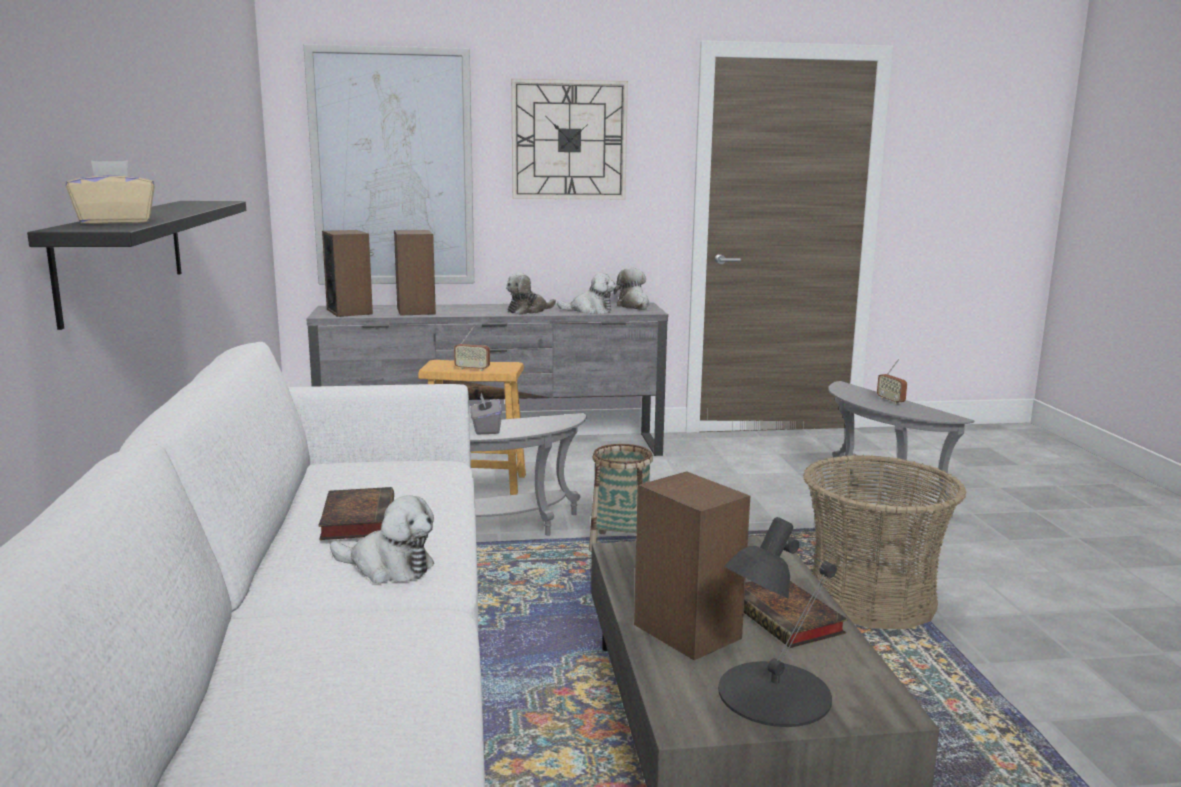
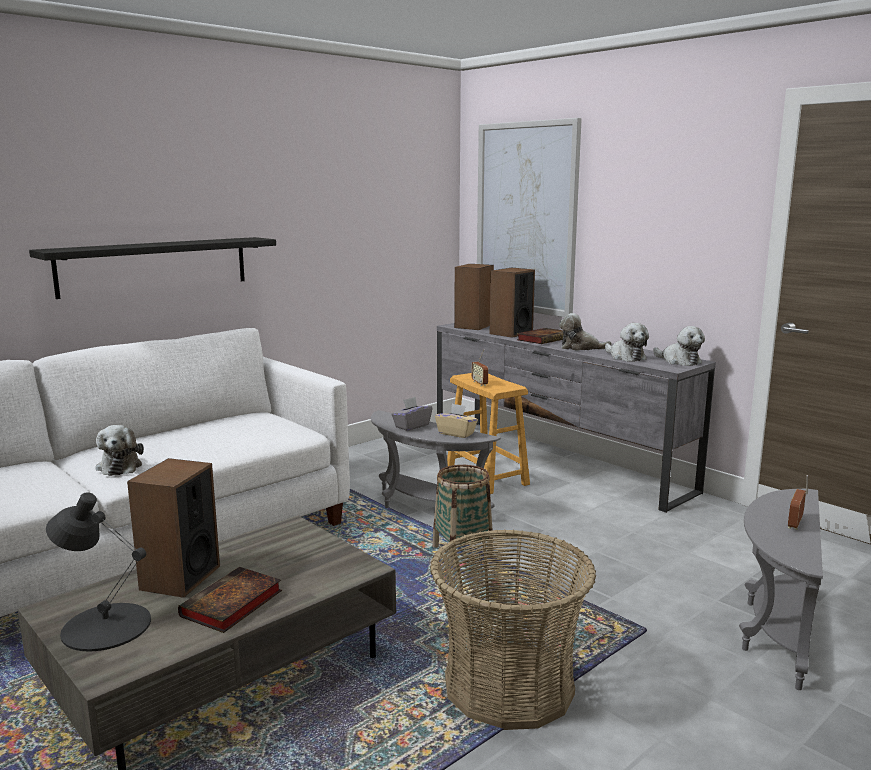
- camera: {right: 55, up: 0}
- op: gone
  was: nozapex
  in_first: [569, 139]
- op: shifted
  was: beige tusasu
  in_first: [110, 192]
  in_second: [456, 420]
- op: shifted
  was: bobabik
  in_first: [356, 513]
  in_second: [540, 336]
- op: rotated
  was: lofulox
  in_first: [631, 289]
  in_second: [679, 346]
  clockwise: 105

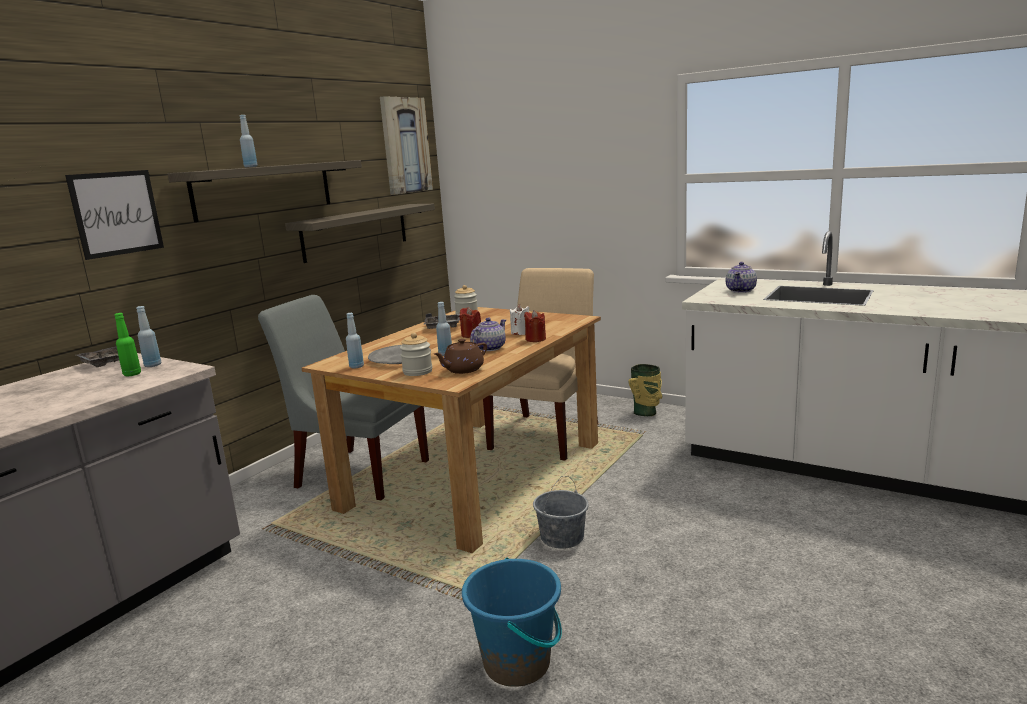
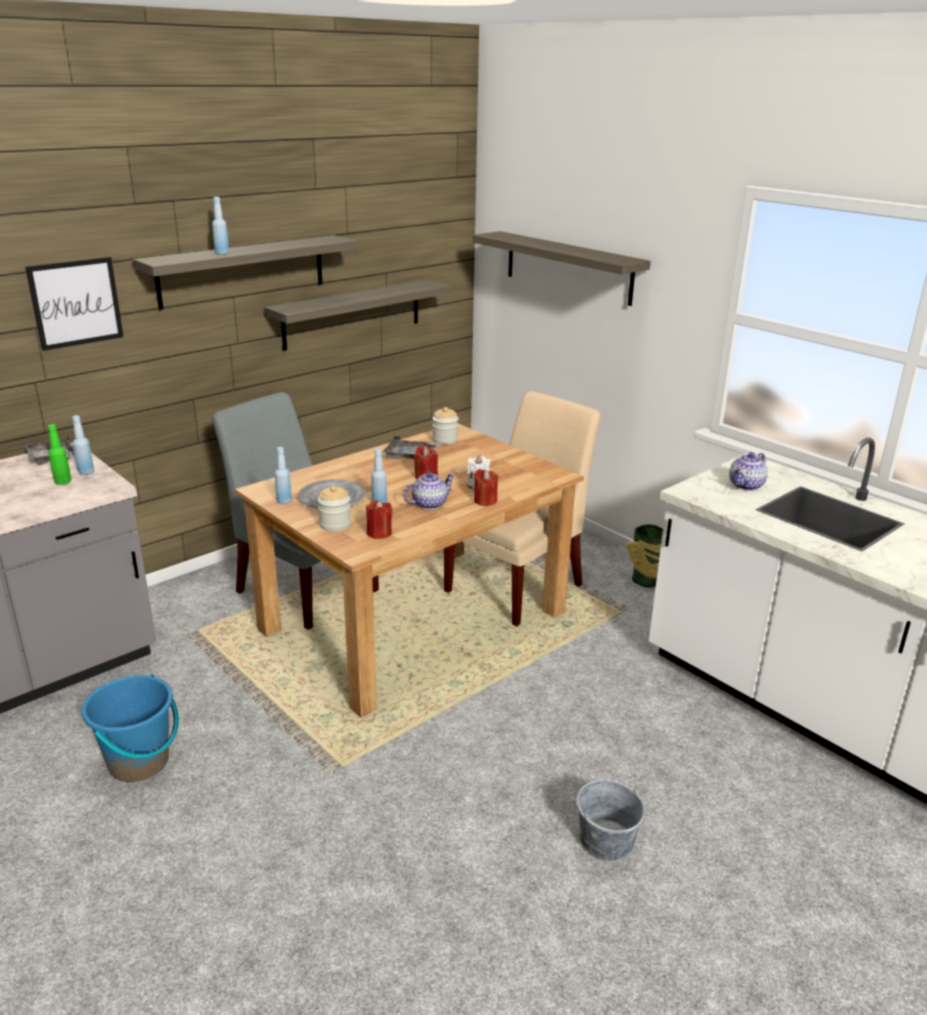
- camera: {right: 15, up: 10}
- op: gone
  was: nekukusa
  in_first: [406, 145]
- op: new
  now: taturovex
  in_second: [561, 268]
- op: shifted
  was: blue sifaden
  in_first: [512, 622]
  in_second: [130, 728]
- op: shifted
  was: grey sifaden
  in_first: [560, 512]
  in_second: [611, 818]
- op: swapped
  was: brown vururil
  now: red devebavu
  in_first: [460, 356]
  in_second: [379, 519]

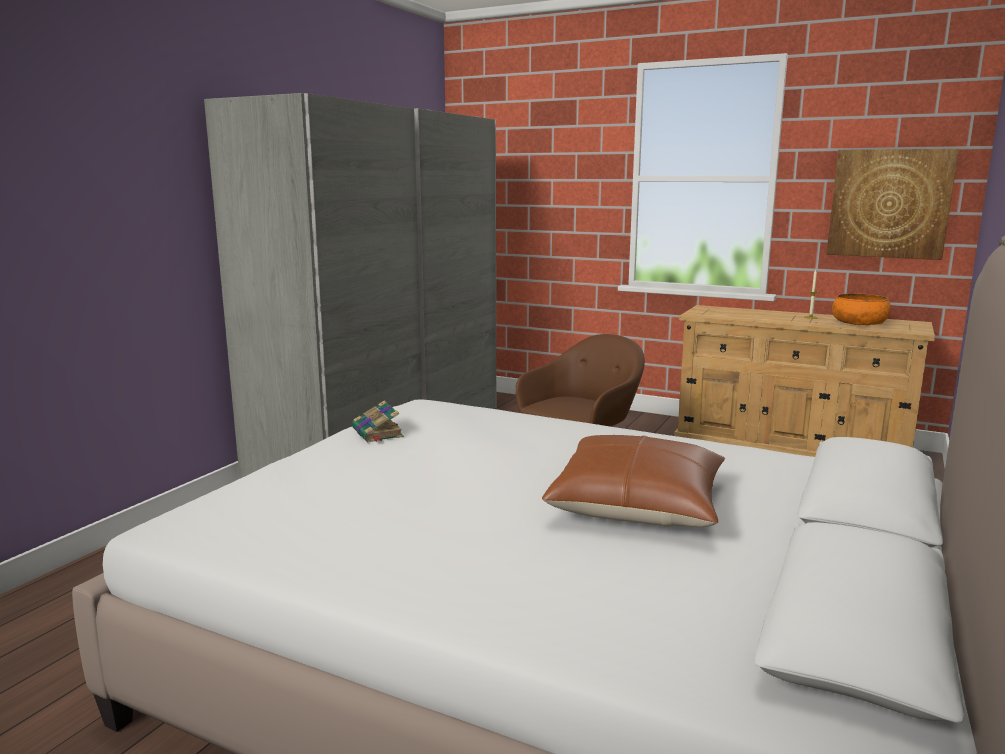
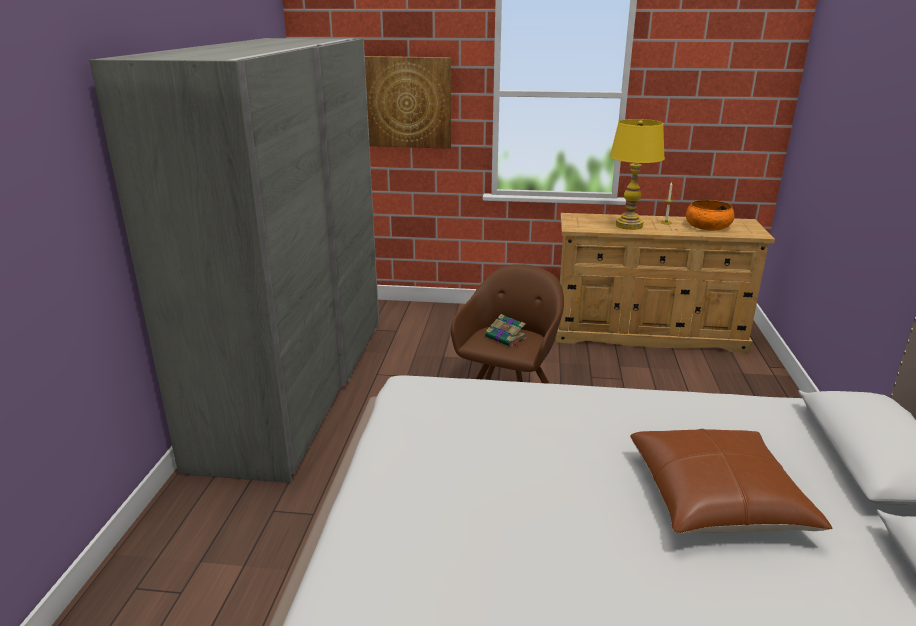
- camera: {right: -20, up: 10}
- op: new
  now: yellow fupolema
  in_second: [637, 174]
- op: shifted
  was: bobabik
  in_first: [378, 421]
  in_second: [506, 330]
- op: shifted
  was: nekukusa
  in_first: [892, 204]
  in_second: [408, 102]

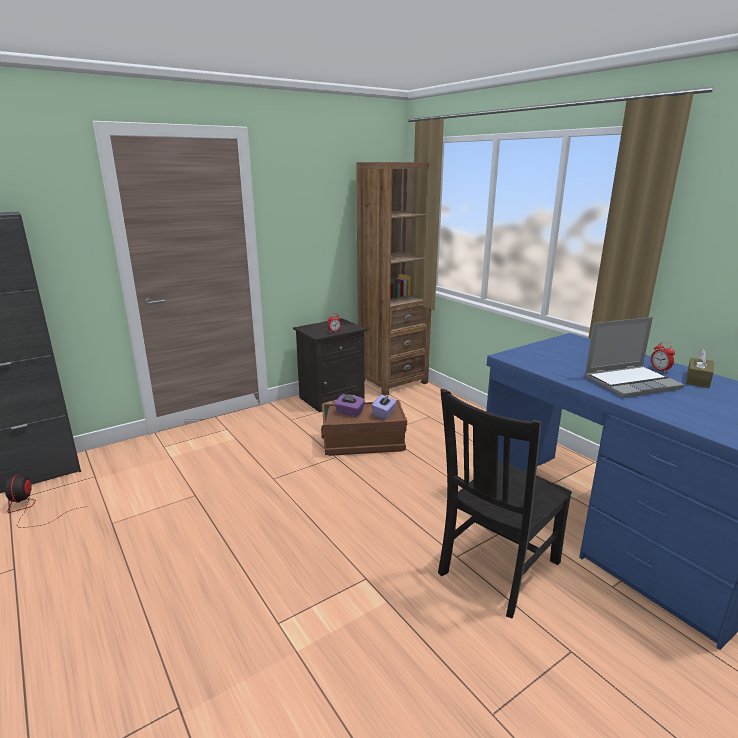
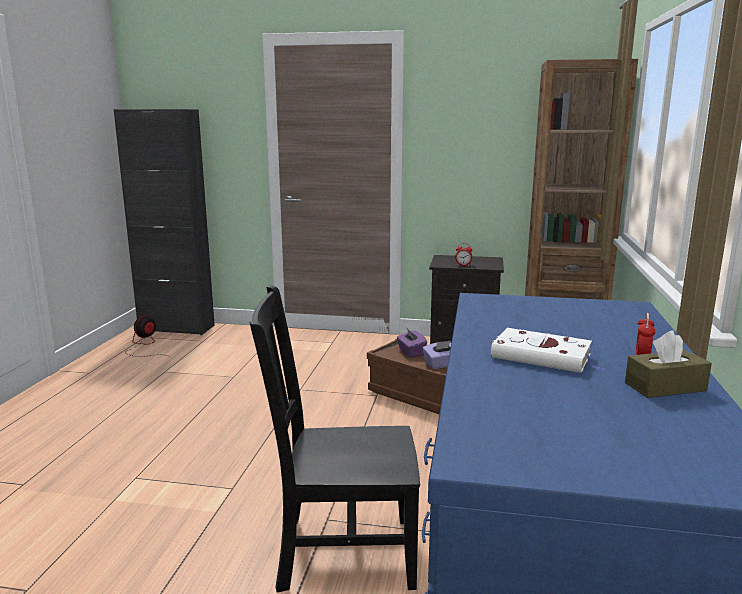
- camera: {right: 45, up: -5}
- op: swapped
  was: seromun
  now: white bobabik
  in_first: [634, 357]
  in_second: [547, 350]

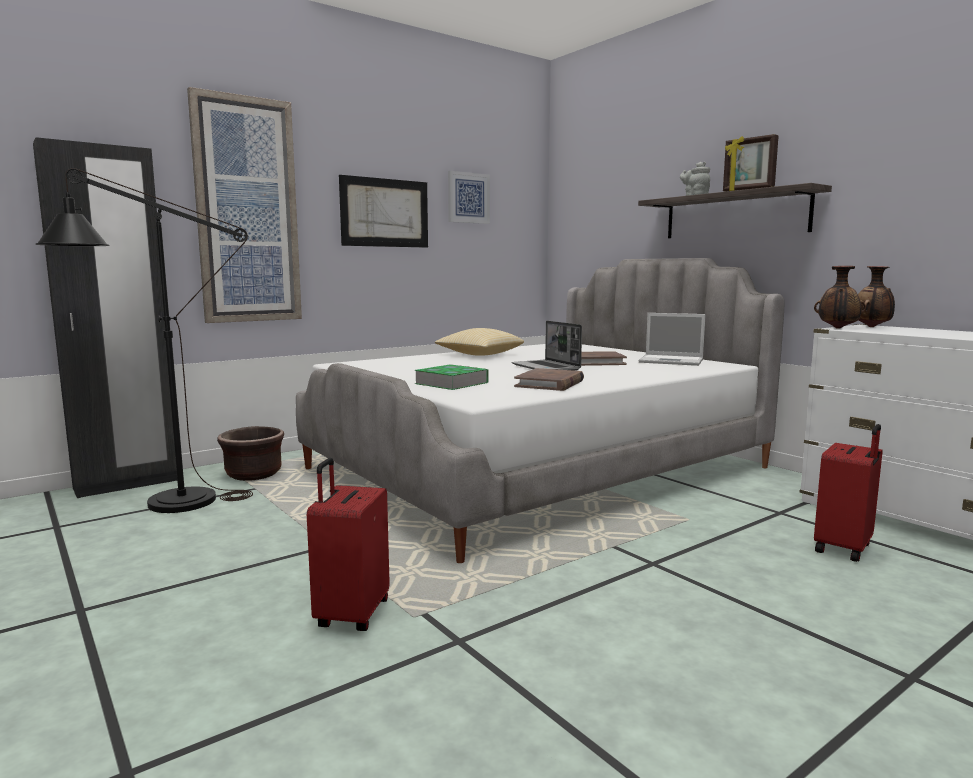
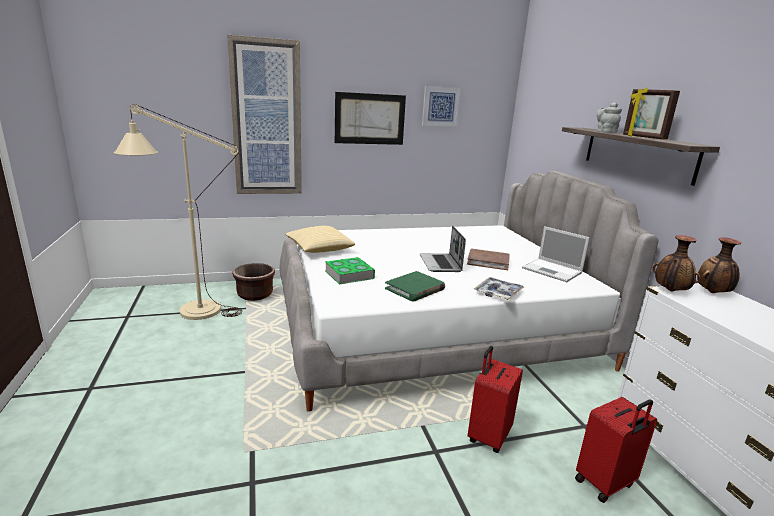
- camera: {right: 20, up: 10}
- op: gone
  was: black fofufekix
  in_first: [105, 317]
- op: new
  now: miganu
  in_second: [499, 288]
- op: shifted
  was: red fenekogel
  in_first: [348, 544]
  in_second: [495, 399]
- op: shifted
  was: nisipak
  in_first: [479, 342]
  in_second: [320, 239]
- op: repainted
  was: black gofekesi
  now: beige gofekesi
  in_first: [144, 340]
  in_second: [178, 212]
- op: repainted
  was: brown bobabik
  now: green bobabik
  in_first: [549, 379]
  in_second: [415, 286]

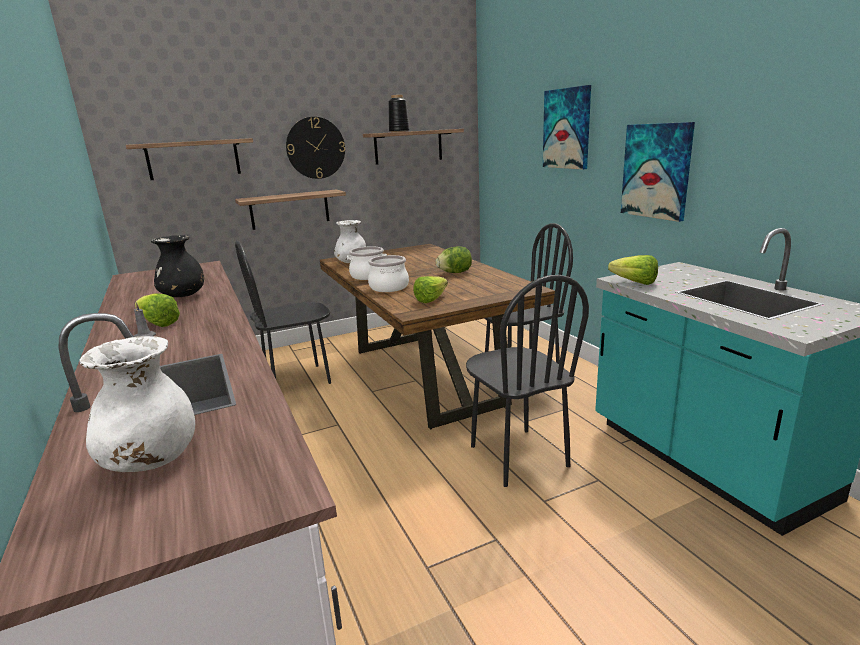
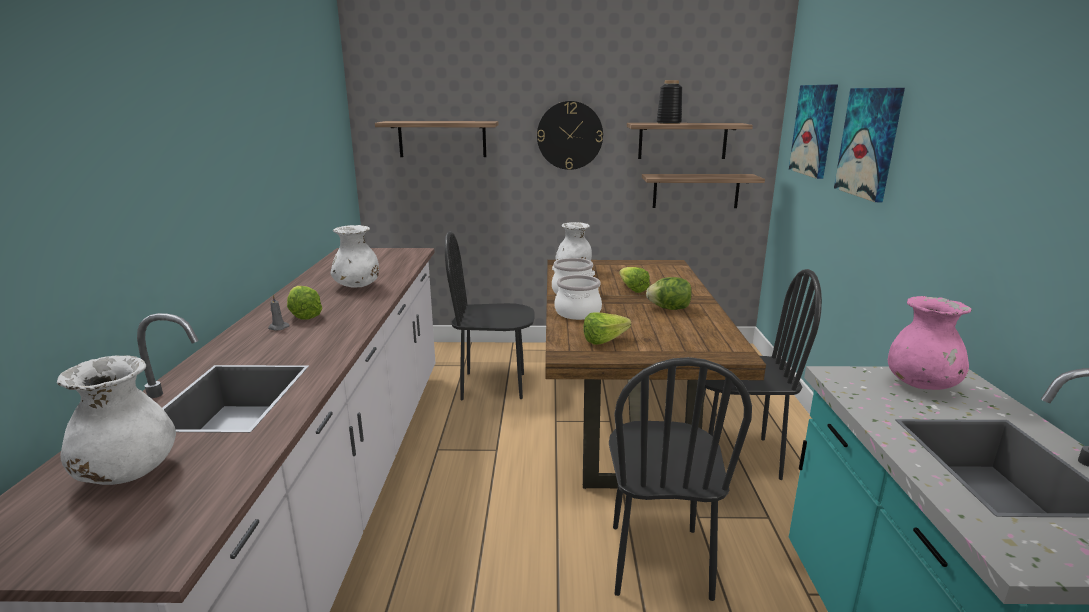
- camera: {right: 25, up: 0}
- op: new
  now: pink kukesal
  in_second: [930, 343]
- op: shifted
  was: taturovex
  in_first: [290, 209]
  in_second: [703, 191]
- op: shifted
  was: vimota
  in_first: [633, 270]
  in_second: [634, 280]
- op: shifted
  was: nekukusa
  in_first: [658, 172]
  in_second: [813, 132]
- op: repainted
  was: black kukesal
  now: white kukesal
  in_first: [177, 266]
  in_second: [355, 256]

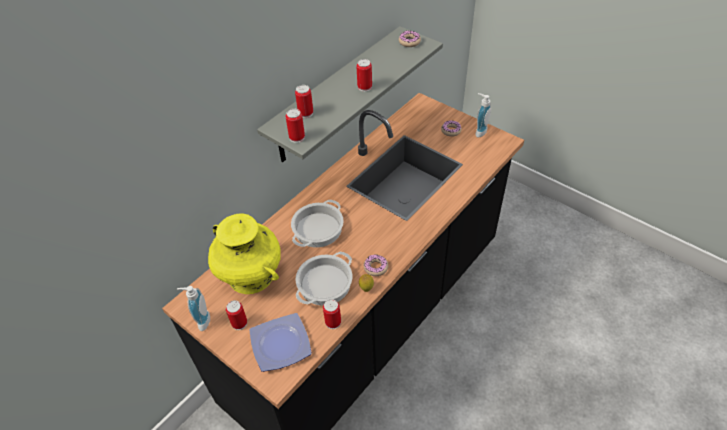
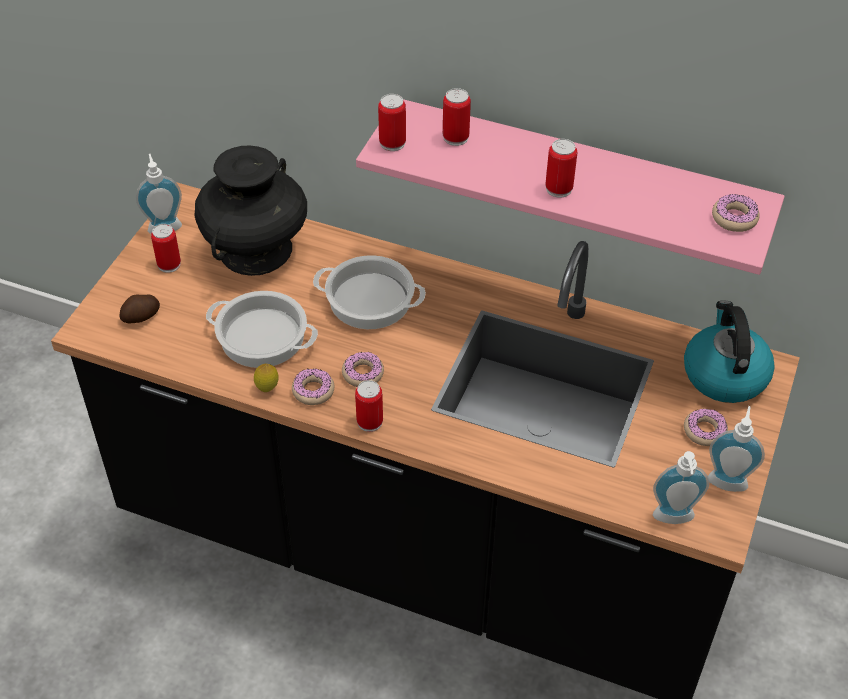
- camera: {right: 70, up: 0}
- op: new
  now: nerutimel
  in_second: [363, 369]
- op: new
  now: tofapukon
  in_second: [681, 487]
- op: new
  now: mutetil
  in_second: [729, 351]
- op: shifted
  was: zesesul
  in_first: [332, 314]
  in_second: [369, 406]
- op: swapped
  was: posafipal
  now: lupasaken
  in_first: [280, 342]
  in_second: [139, 308]
- op: repainted
  was: yellow kukesal
  now: black kukesal
  in_first: [244, 254]
  in_second: [251, 211]
- op: repainted
  was: grey taturovex
  now: pink taturovex
  in_first: [350, 94]
  in_second: [570, 187]

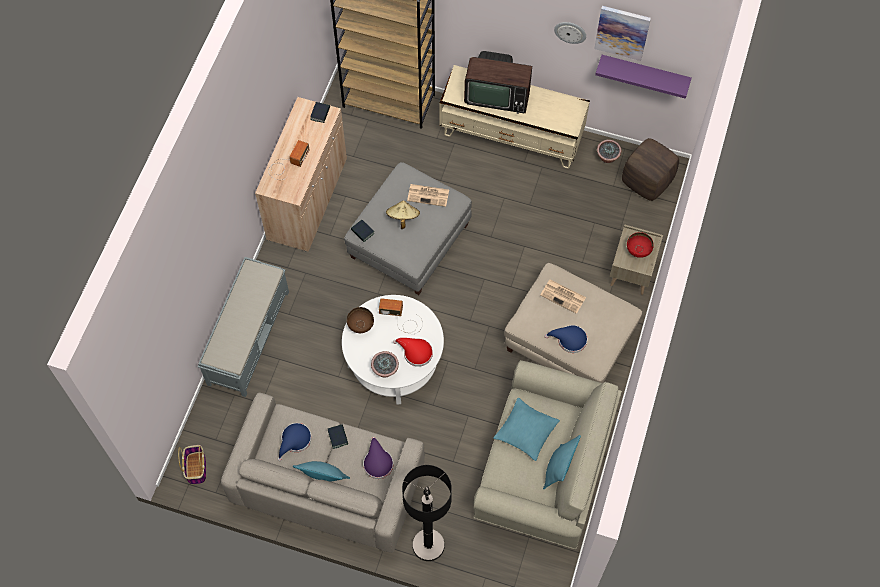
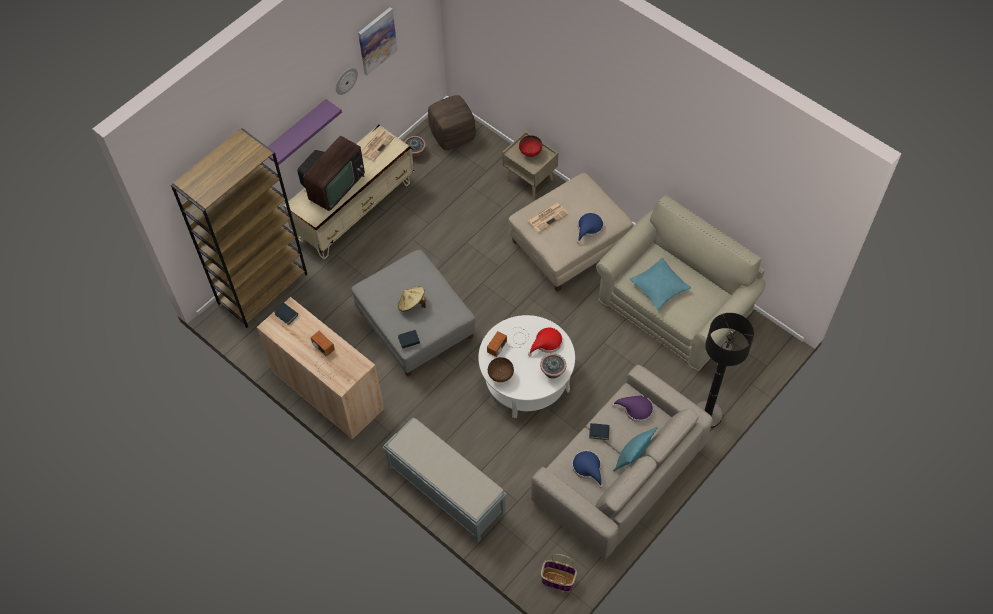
- camera: {right: -65, up: -5}
- op: gone
  was: turquoise nisipak
  in_first: [562, 462]
- op: shifted
  was: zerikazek
  in_first: [428, 195]
  in_second: [378, 145]
- op: shifted
  was: purple taturovex
  in_first: [643, 77]
  in_second: [305, 132]

